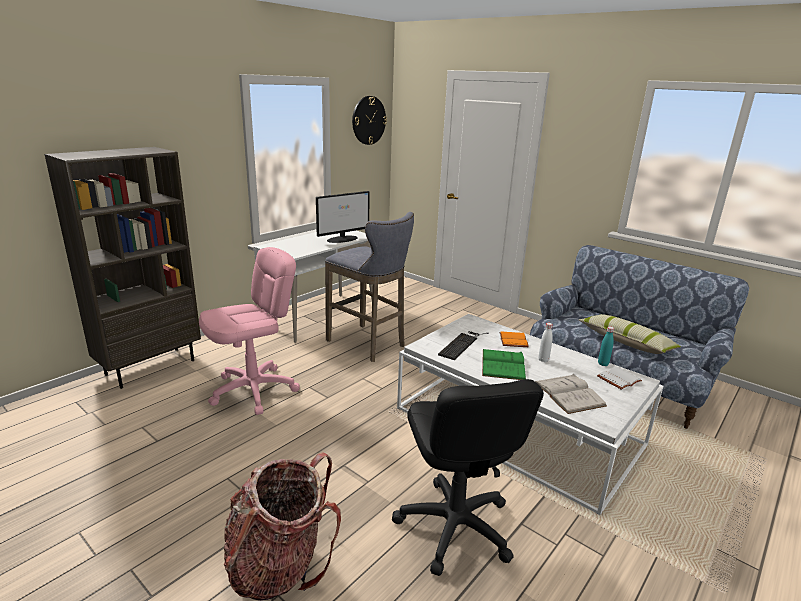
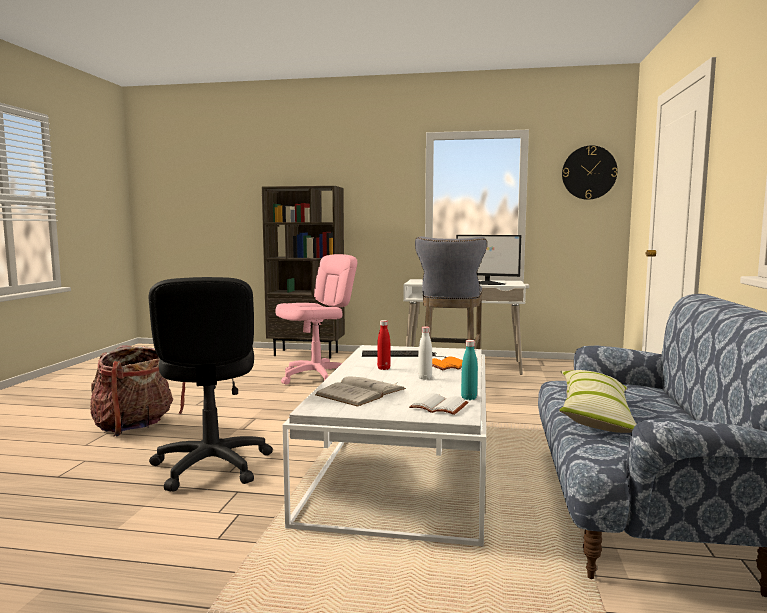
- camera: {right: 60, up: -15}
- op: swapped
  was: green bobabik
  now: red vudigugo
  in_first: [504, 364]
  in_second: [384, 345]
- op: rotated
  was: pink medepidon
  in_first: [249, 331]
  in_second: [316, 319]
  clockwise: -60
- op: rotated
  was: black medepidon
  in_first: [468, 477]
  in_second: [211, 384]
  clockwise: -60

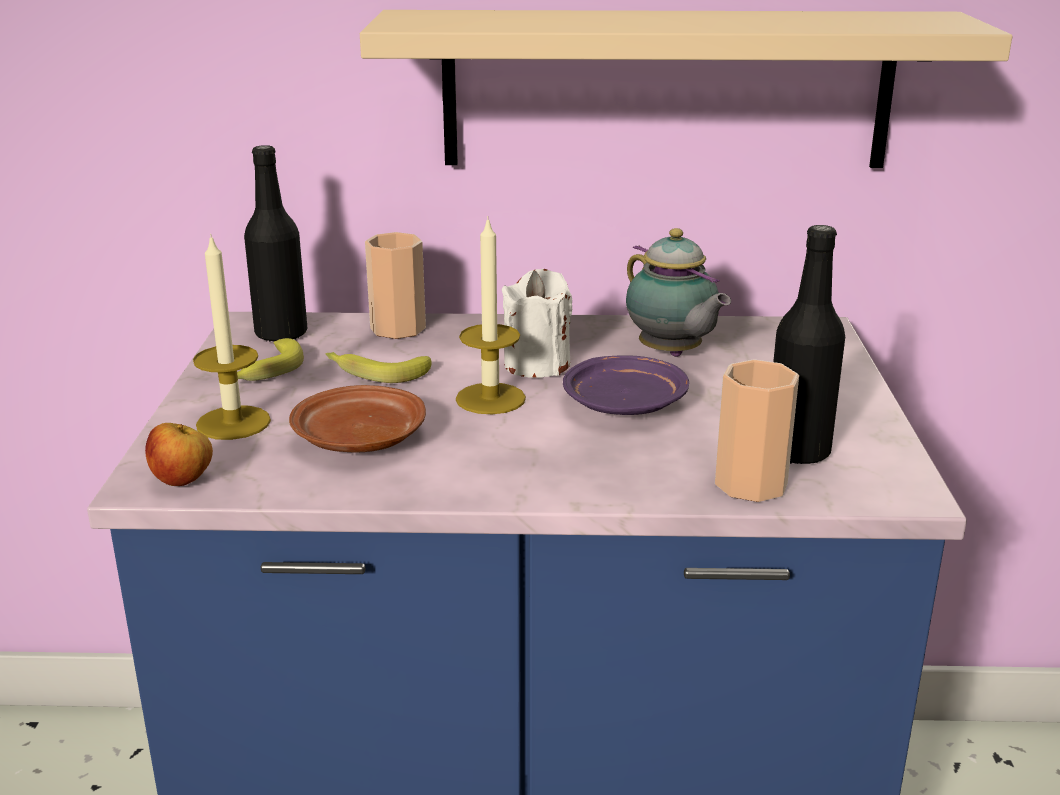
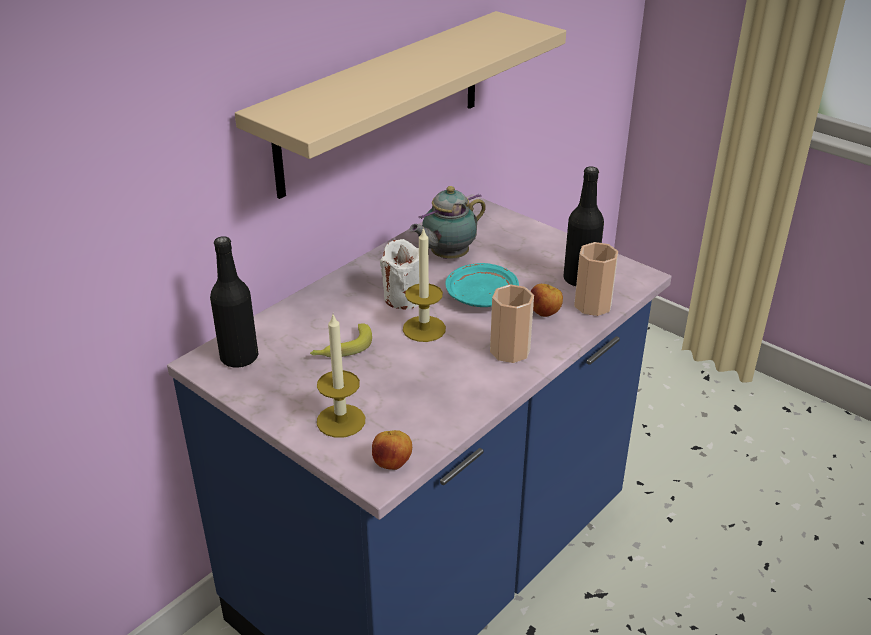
- camera: {right: -50, up: 10}
- op: gone
  was: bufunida
  in_first: [270, 359]
- op: gone
  was: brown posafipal
  in_first: [357, 419]
- op: new
  now: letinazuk
  in_second: [547, 300]
- op: shifted
  was: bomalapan
  in_first: [395, 285]
  in_second: [512, 323]
- op: repainted
  was: purple posafipal
  now: turquoise posafipal
  in_first: [626, 385]
  in_second: [482, 285]
- op: rotated
  was: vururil
  in_first: [678, 292]
  in_second: [448, 222]
  clockwise: 135

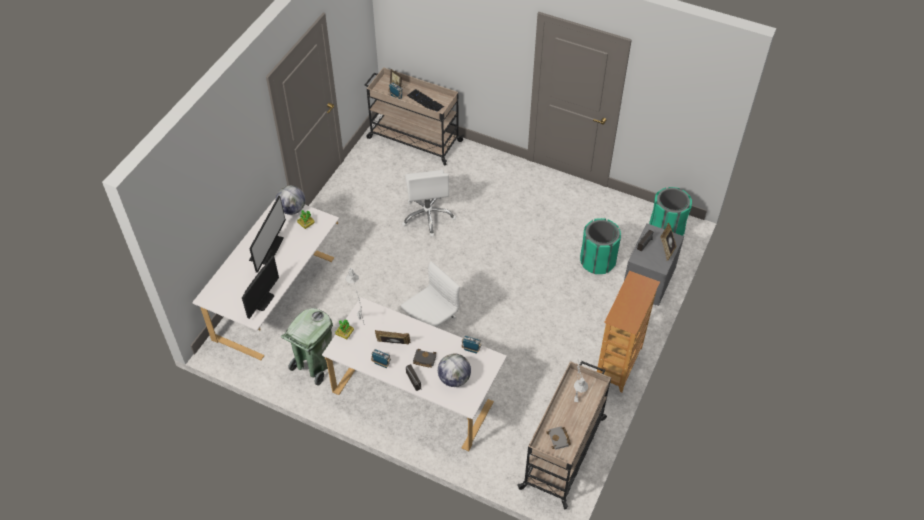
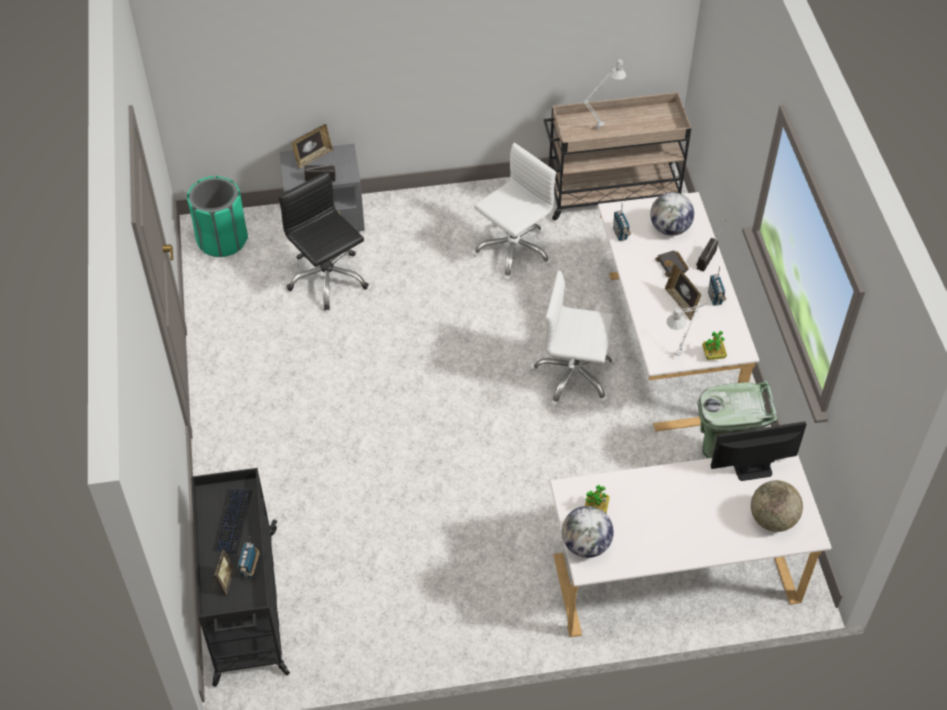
- camera: {right: -125, up: 0}
- op: gone
  was: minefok
  in_first: [267, 234]
- op: gone
  was: grey bobabik
  in_first: [558, 438]
- op: gone
  was: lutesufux
  in_first: [628, 331]
- op: new
  now: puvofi
  in_second: [777, 506]
- op: shifted
  was: white medepidon
  in_first: [429, 203]
  in_second: [514, 212]
- op: swapped
  was: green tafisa
  now: black medepidon
  in_first: [600, 246]
  in_second: [323, 240]
- op: repainted
  was: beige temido
  now: black temido
  in_first: [414, 116]
  in_second: [240, 577]

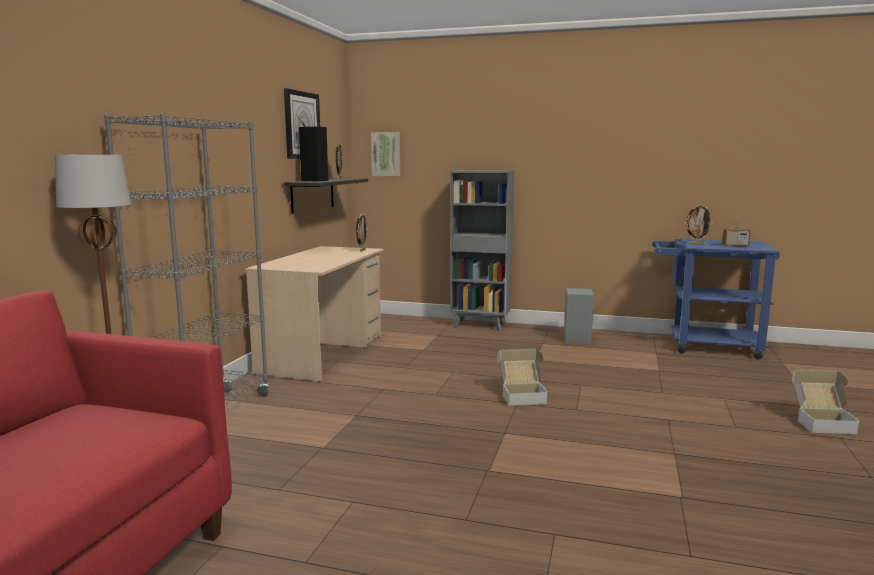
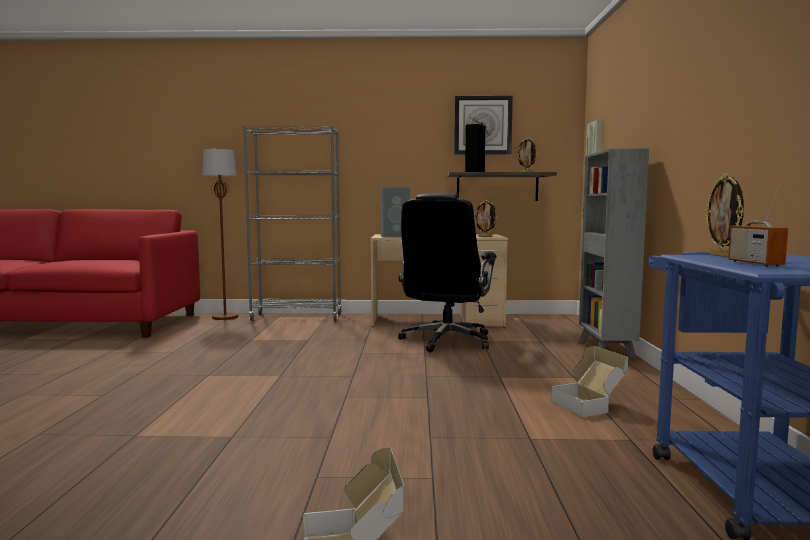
- camera: {right: 75, up: -5}
- op: new
  now: black medepidon
  in_second: [447, 272]
- op: shifted
  was: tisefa
  in_first: [522, 377]
  in_second: [589, 381]
- op: shifted
  was: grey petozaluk
  in_first: [579, 316]
  in_second: [396, 212]

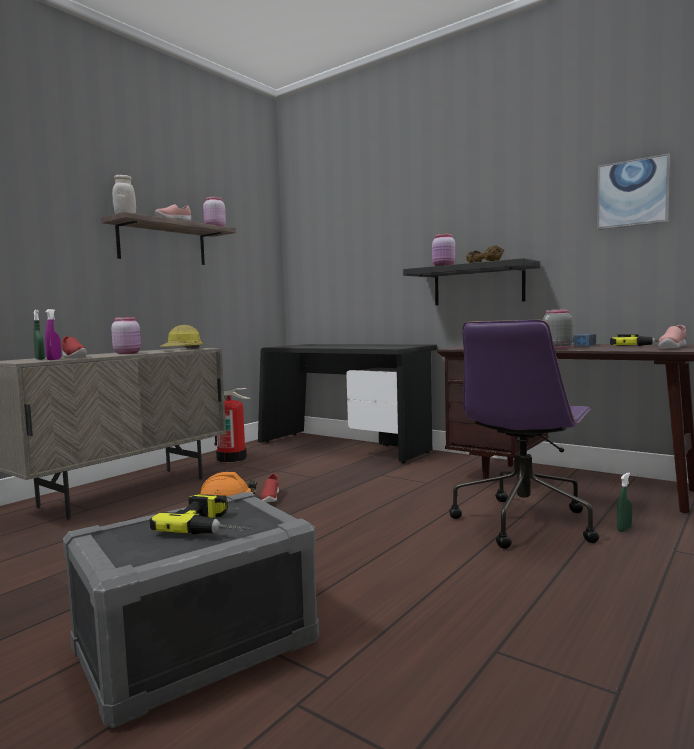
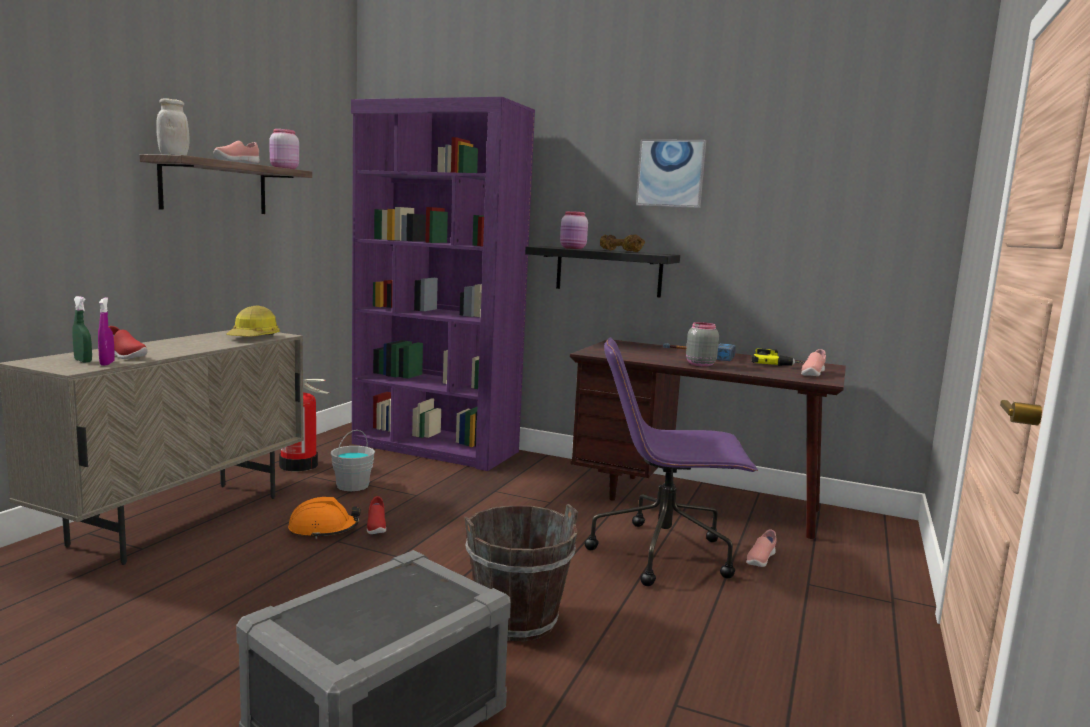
- camera: {right: -15, up: 5}
- op: gone
  was: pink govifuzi
  in_first: [126, 335]
- op: gone
  was: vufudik
  in_first: [200, 514]
- op: new
  now: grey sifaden
  in_second: [353, 460]
- op: new
  now: brown sifaden
  in_second: [521, 572]
- op: shifted
  was: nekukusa
  in_first: [633, 192]
  in_second: [671, 173]
- op: swapped
  was: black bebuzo
  now: purple lutesufux
  in_first: [347, 403]
  in_second: [443, 284]
- op: swapped
  was: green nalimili
  now: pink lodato
  in_first: [624, 502]
  in_second: [761, 548]
- op: rotated
  was: purple medepidon
  in_first: [524, 434]
  in_second: [671, 462]
  clockwise: 75

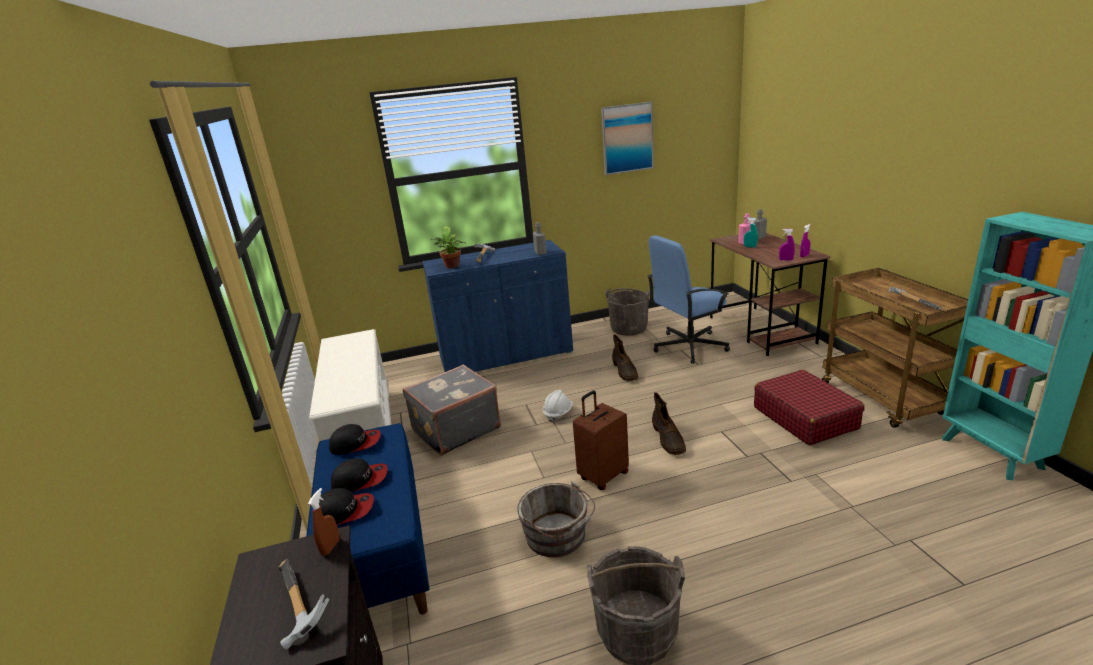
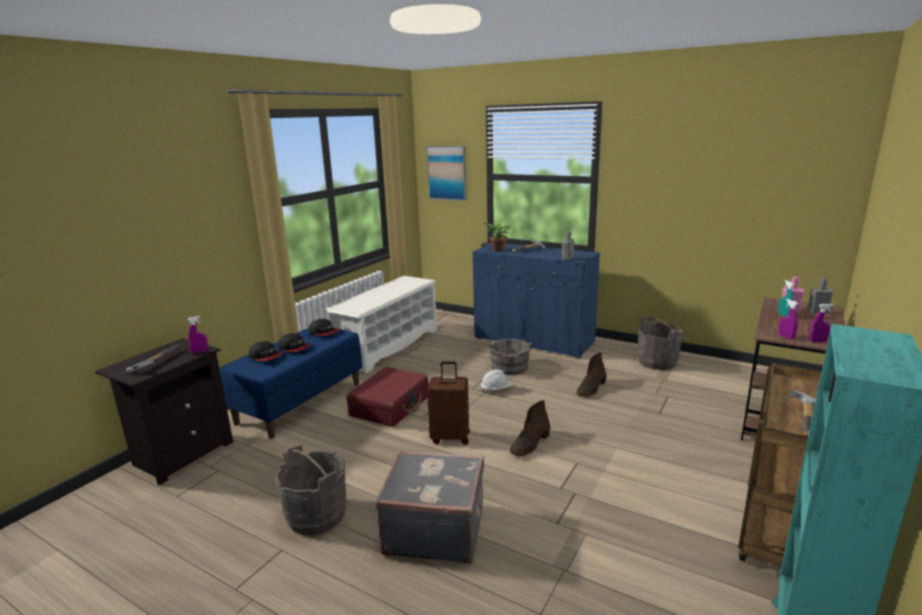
- camera: {right: 45, up: -5}
- op: gone
  was: blue medepidon
  in_first: [689, 299]
- op: shifted
  was: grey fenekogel
  in_first: [452, 410]
  in_second: [429, 507]
- op: shifted
  was: grey sifaden
  in_first: [556, 519]
  in_second: [509, 357]
- op: shifted
  was: nekukusa
  in_first: [627, 138]
  in_second: [447, 173]
- op: shifted
  was: red fenekogel
  in_first: [809, 407]
  in_second: [387, 397]
- op: repainted
  was: brown nalimili
  now: purple nalimili
  in_first: [324, 522]
  in_second: [198, 335]

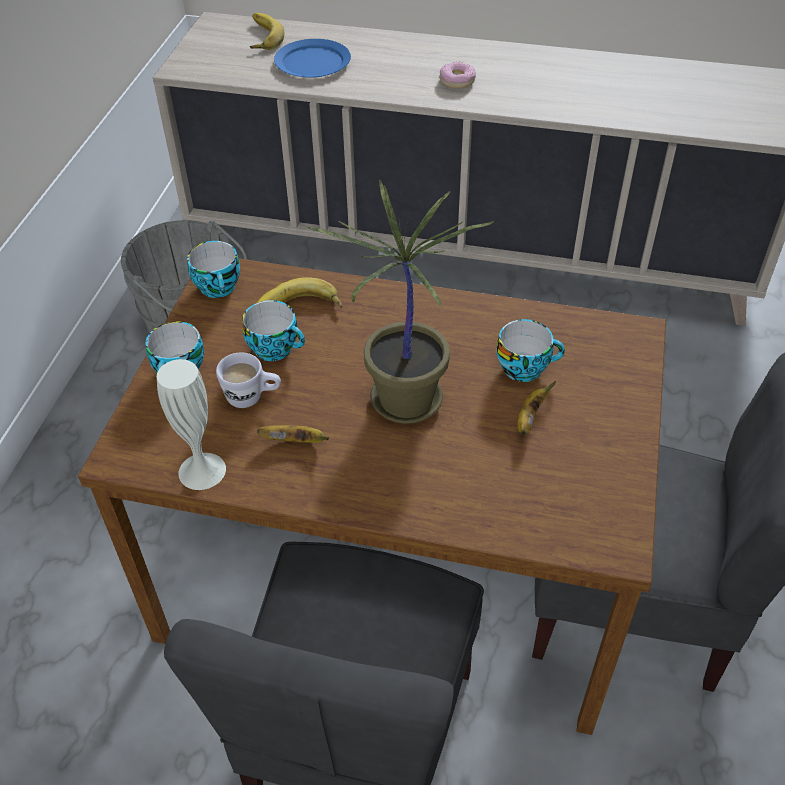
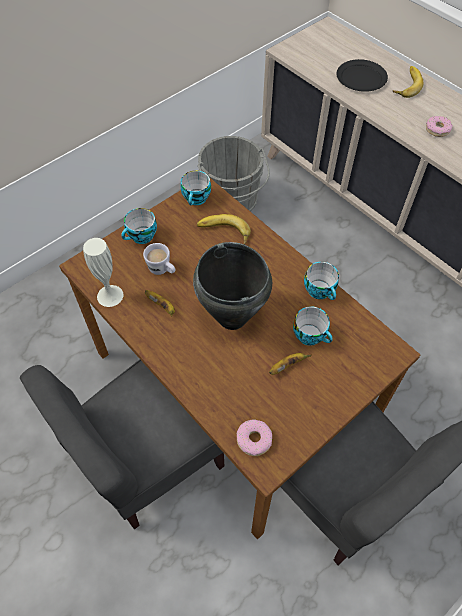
- camera: {right: 35, up: 10}
- op: new
  now: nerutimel
  in_second: [254, 437]
- op: shifted
  was: bomalapan
  in_first: [273, 330]
  in_second: [321, 281]
- op: shifted
  was: bufunida
  in_first: [267, 31]
  in_second: [408, 82]
- op: swapped
  was: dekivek
  now: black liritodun
  in_first: [400, 302]
  in_second: [232, 286]
- op: repainted
  was: blue posafipal
  now: black posafipal
  in_first: [312, 58]
  in_second: [362, 75]

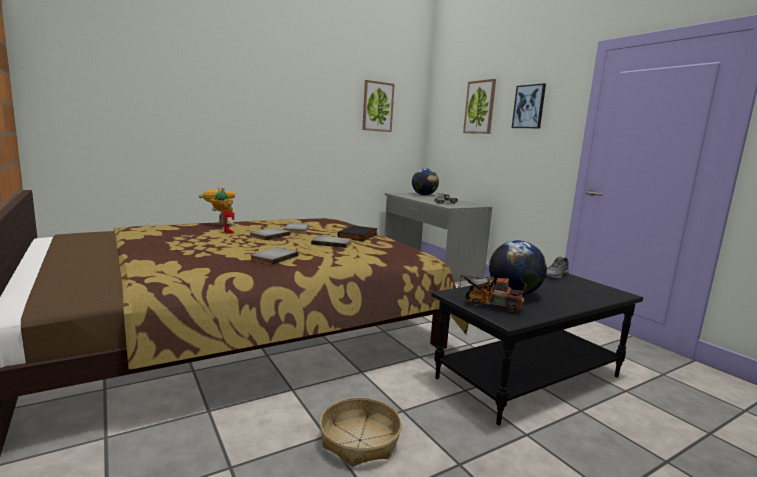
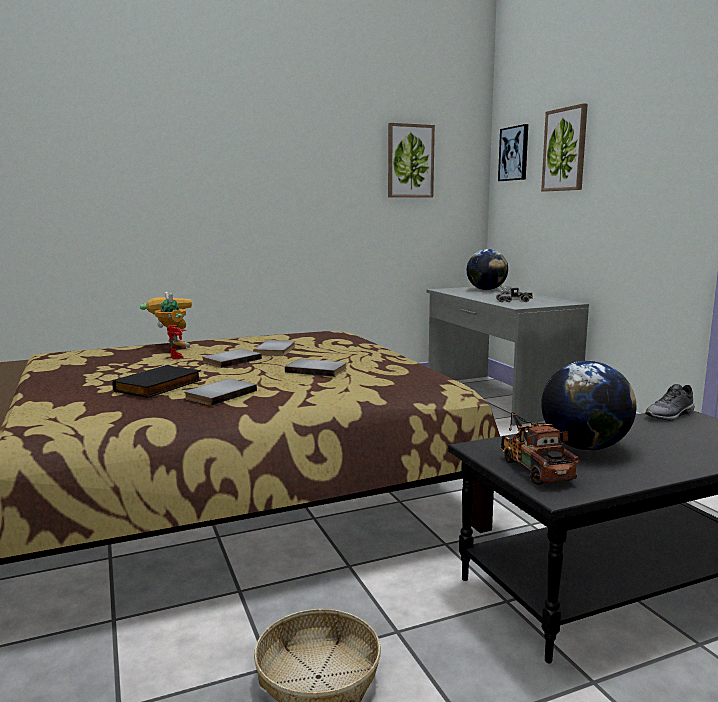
- camera: {right: 10, up: 0}
- op: shifted
  was: black bobabik
  in_first: [358, 233]
  in_second: [157, 381]
- op: shifted
  was: nekukusa
  in_first: [529, 105]
  in_second: [513, 152]
- op: rotated
  was: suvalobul
  in_first: [491, 294]
  in_second: [539, 448]
  clockwise: 45

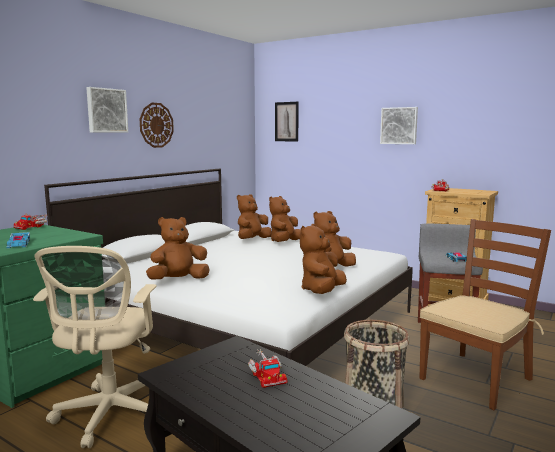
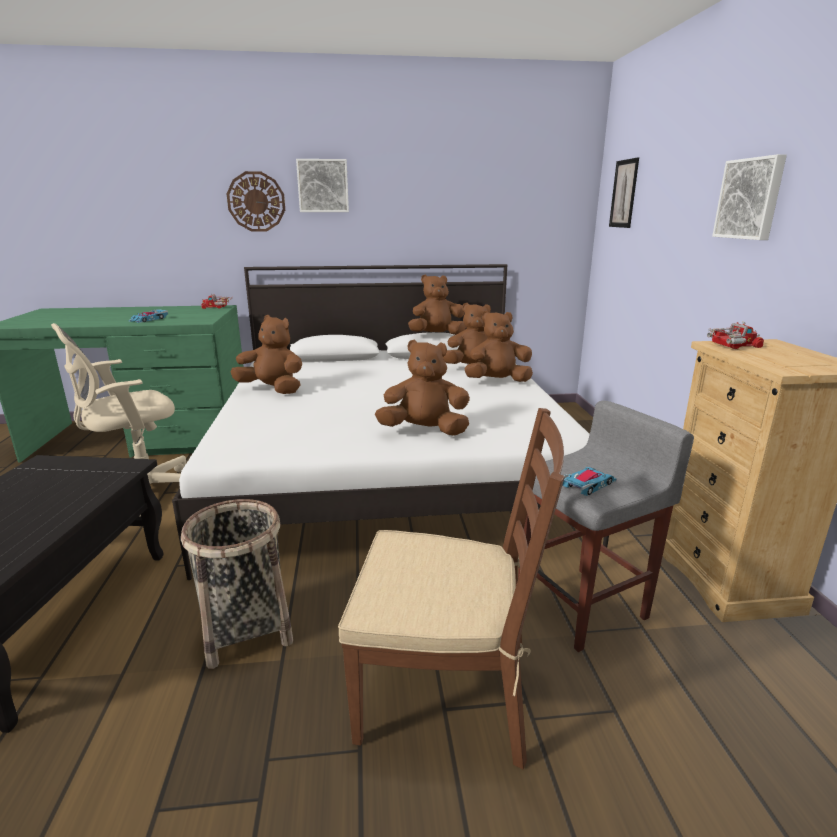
- camera: {right: 50, up: 10}
- op: gone
  was: suvalobul
  in_first: [267, 368]
- op: shifted
  was: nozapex
  in_first: [157, 125]
  in_second: [256, 201]
- op: shifted
  was: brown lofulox
  in_first: [323, 259]
  in_second: [437, 305]

